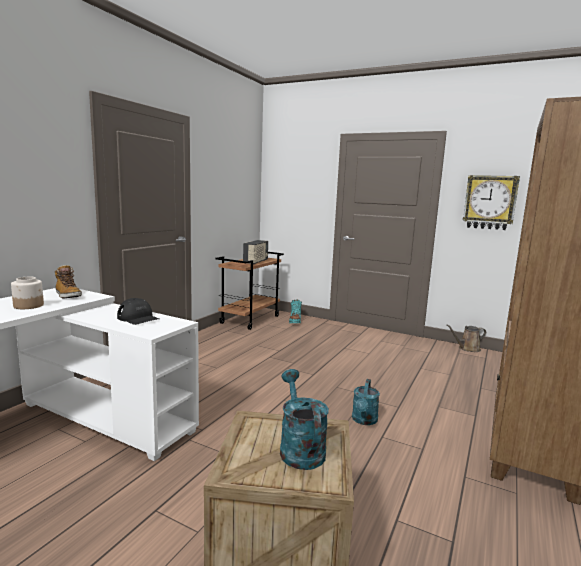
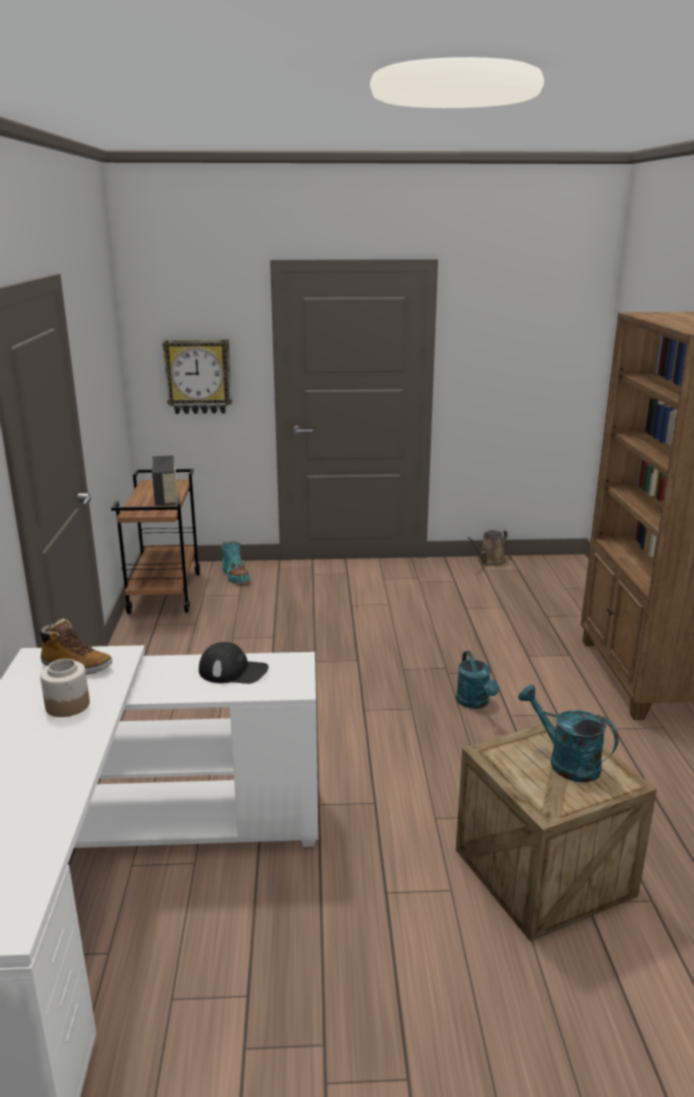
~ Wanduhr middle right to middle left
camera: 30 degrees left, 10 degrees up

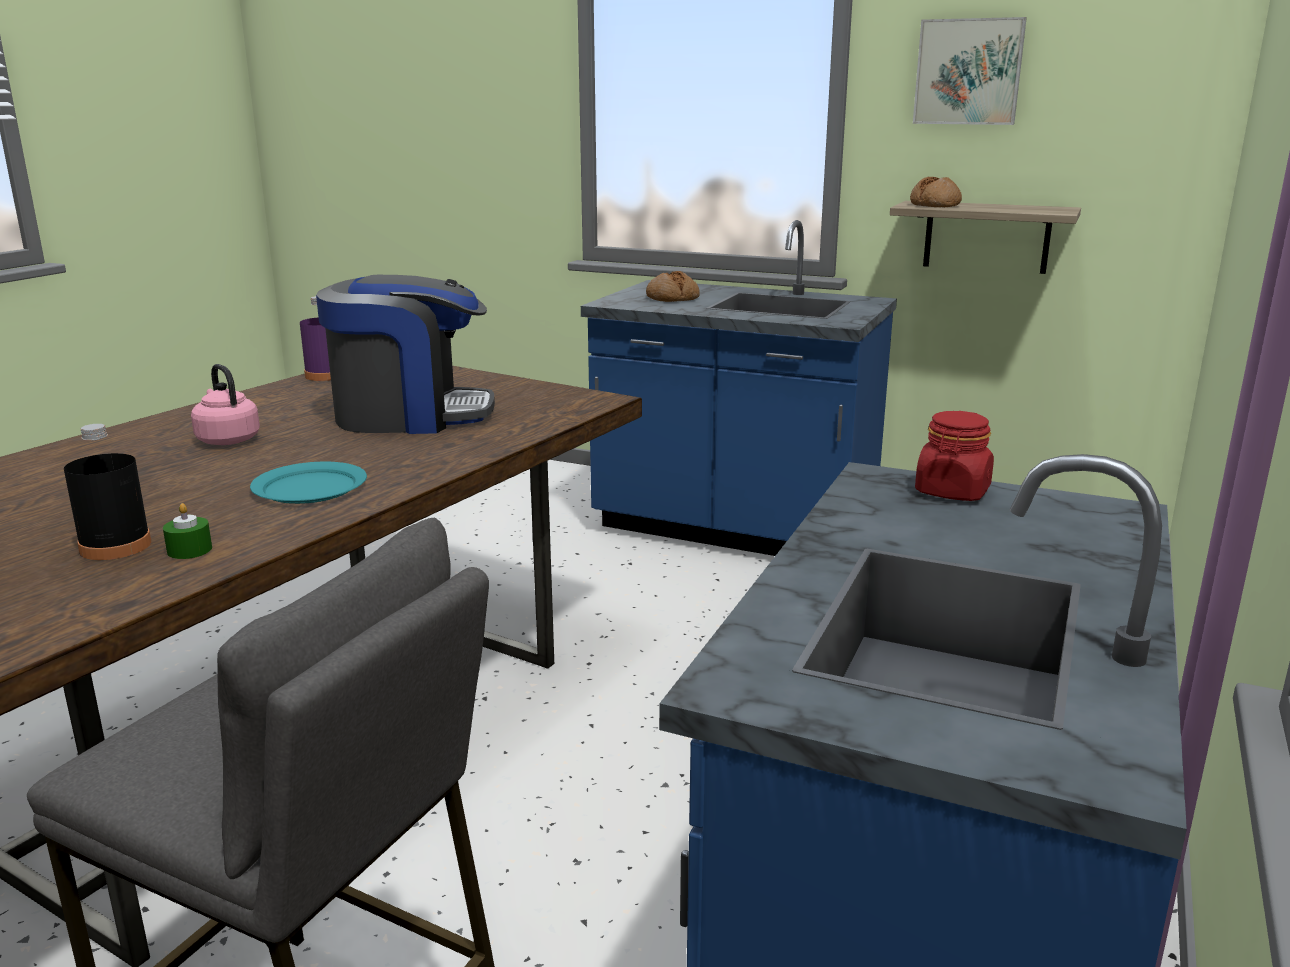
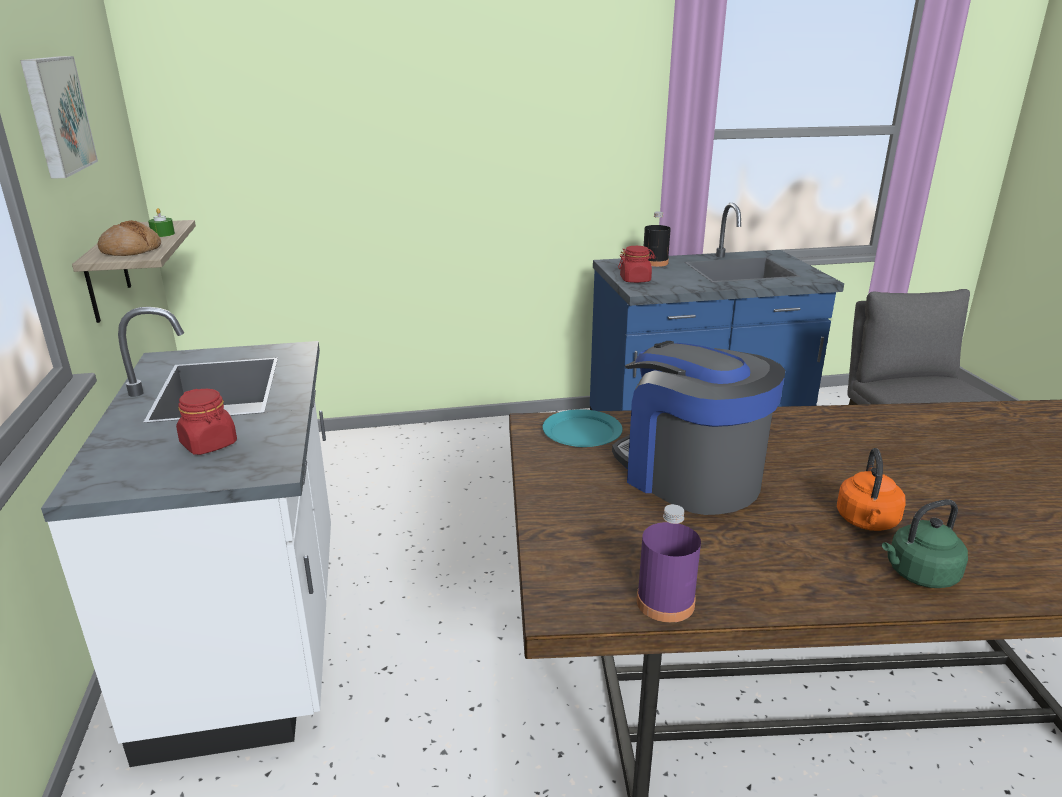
~ Flasche (schwarz) middle left to top centre
~ Kerze (grün) middle left to top left
~ Wasserkessel (rosa) middle left to Wasserkessel (orange) middle right
~ Teller (türkis) middle left to centre
~ Küchenzeile (blau) (no. 1 from left) centre to Küchenzeile (weiß) bottom left
~ Brot (no. 1 from left) top centre to Vorratsglas (rot) (no. 1 from left) middle left
+ Wasserkessel (grün) bottom right
camera: 125 degrees left, 5 degrees up

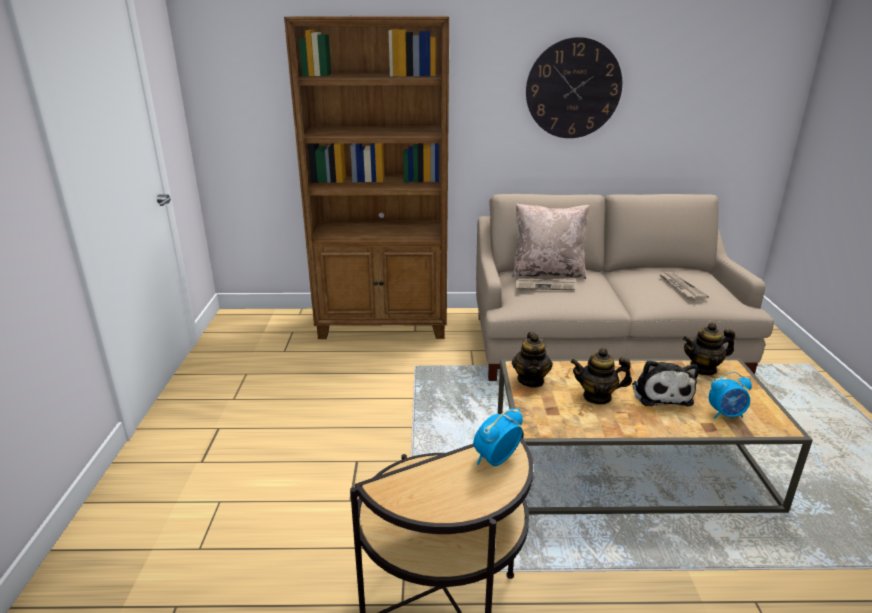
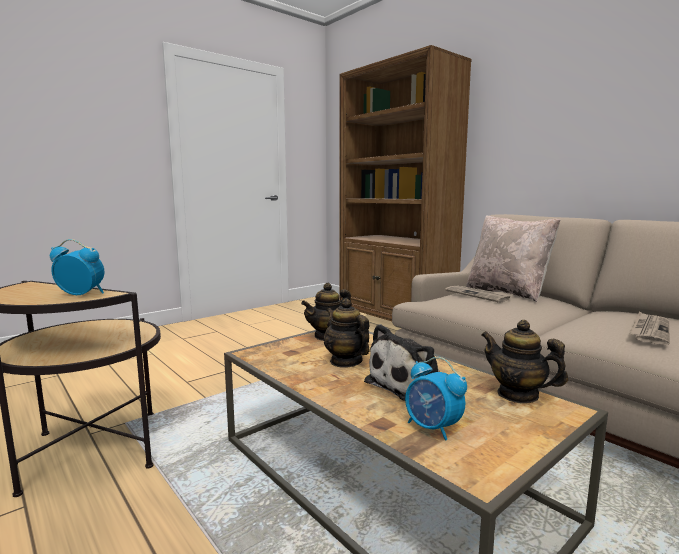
- Wanduhr top centre
camera: 50 degrees right, 15 degrees down

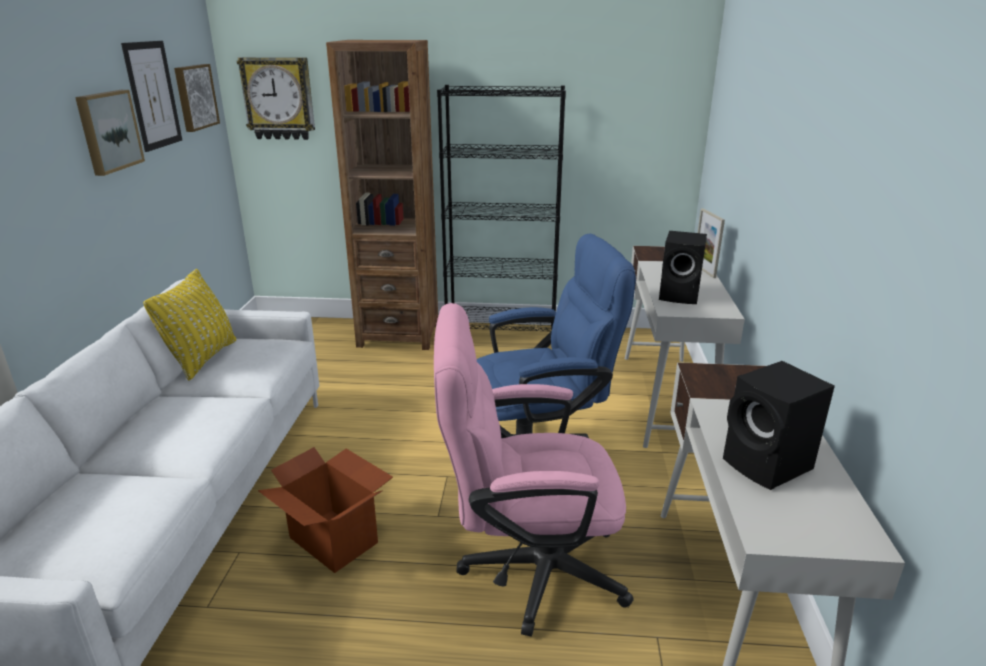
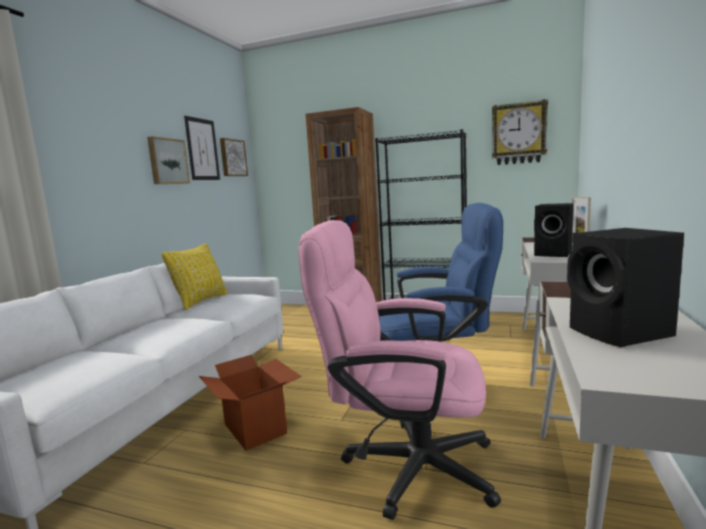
~ Wanduhr top left to top right
camera: 15 degrees right, 15 degrees down

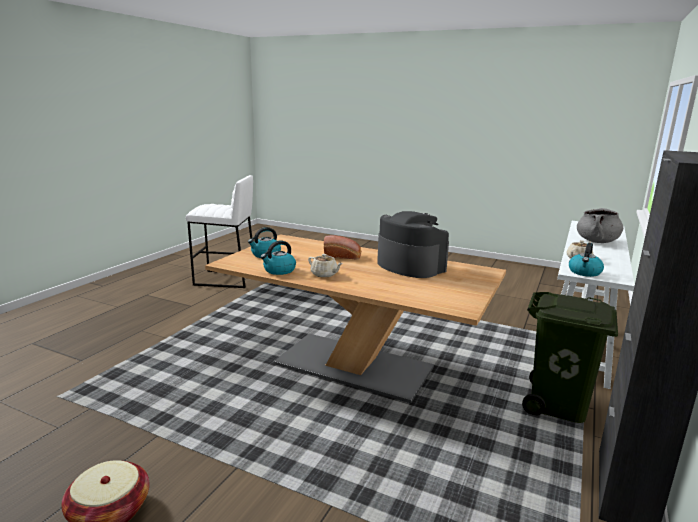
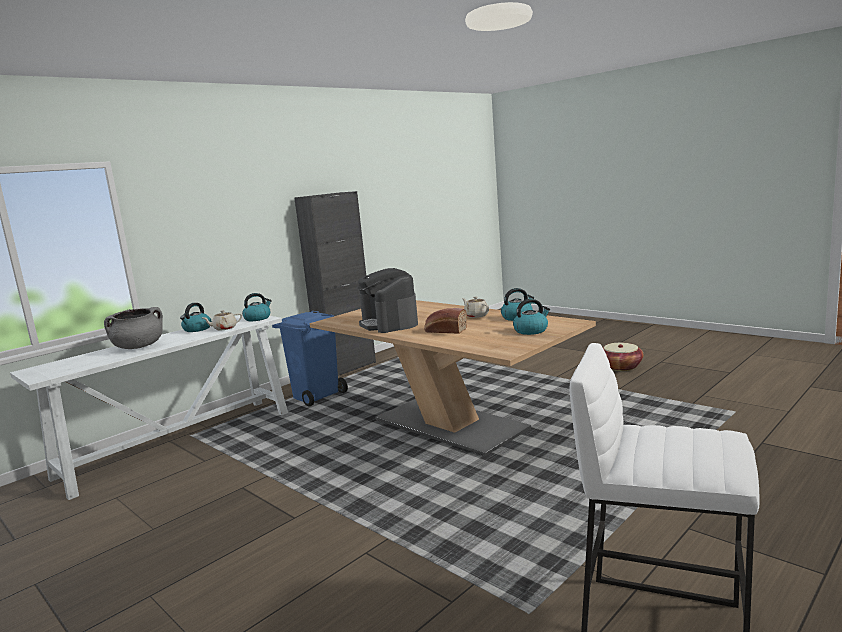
~ Mülleimer (grün) bottom right to Mülleimer (blau) centre
+ Wasserkessel (no. 1 from left) middle left
camera: 160 degrees left, 5 degrees down

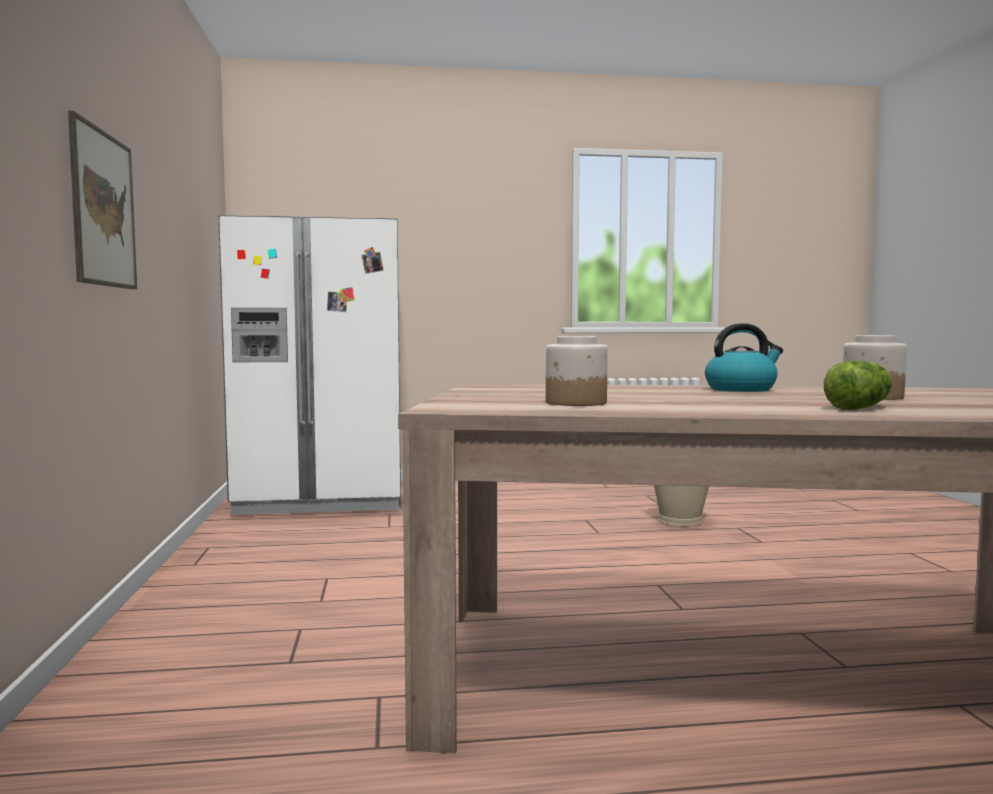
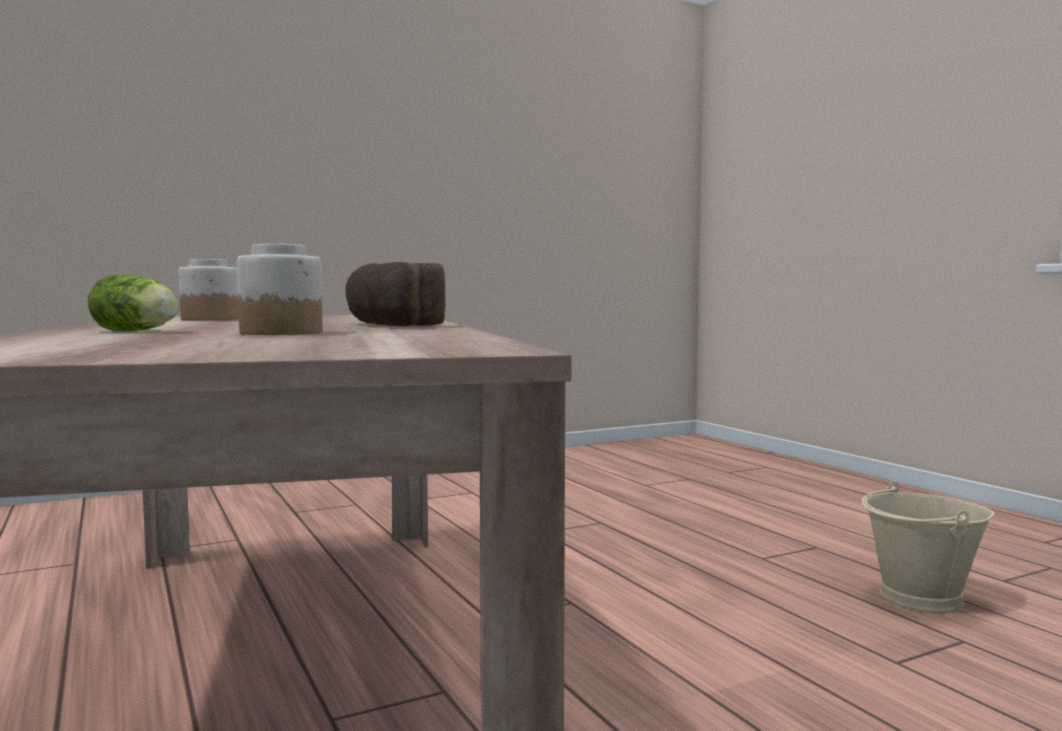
- Bild top left
- Kühlschrank (weiß) middle left
~ Wasserkessel middle right to Brot centre
camera: 70 degrees right, 0 degrees up

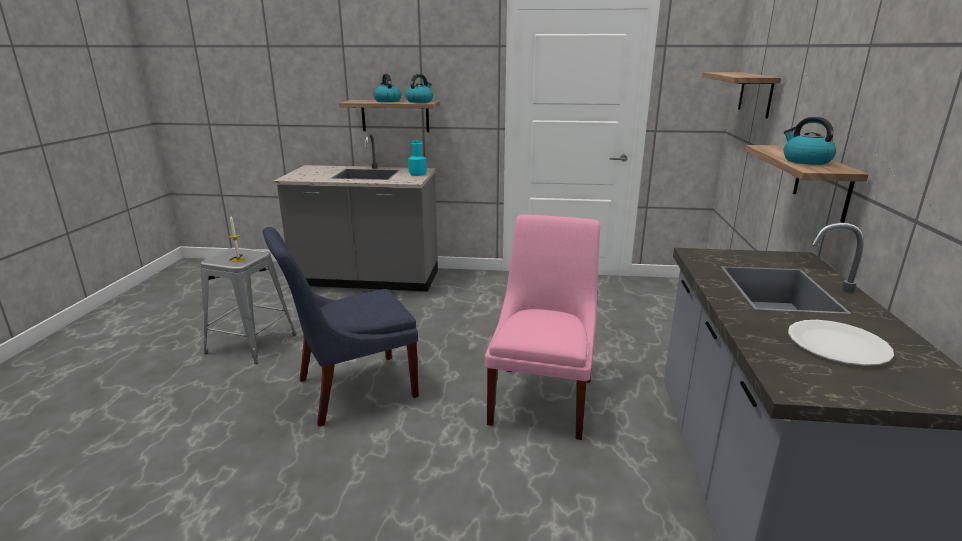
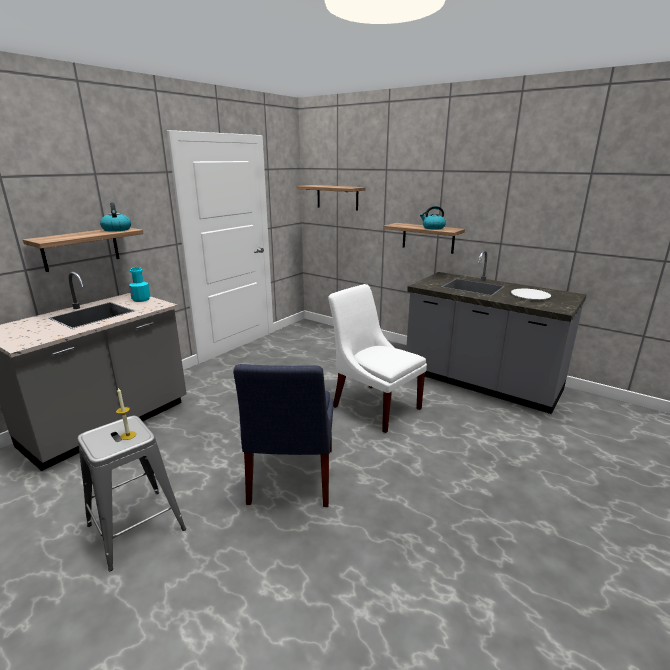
- Wasserkessel (no. 1 from left) top centre
~ Stuhl (rosa) centre to Stuhl (weiß) centre
camera: 60 degrees left, 0 degrees up

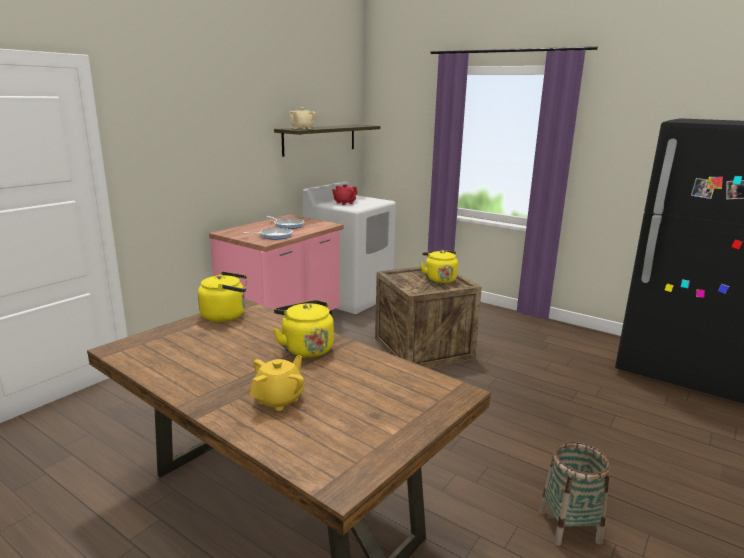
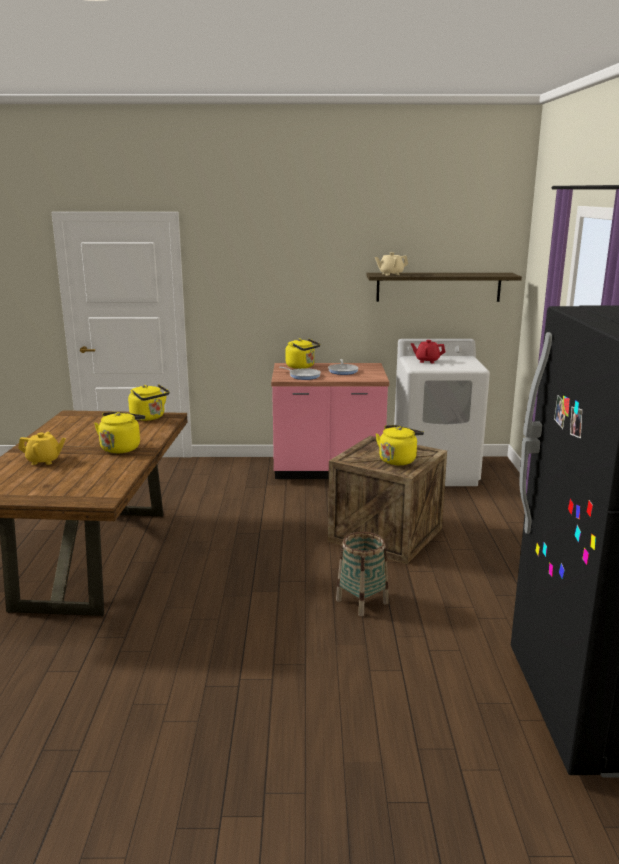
~ Korb bottom right to centre
+ Wasserkessel (gelb) (no. 3 from left) centre
camera: 55 degrees right, 0 degrees up

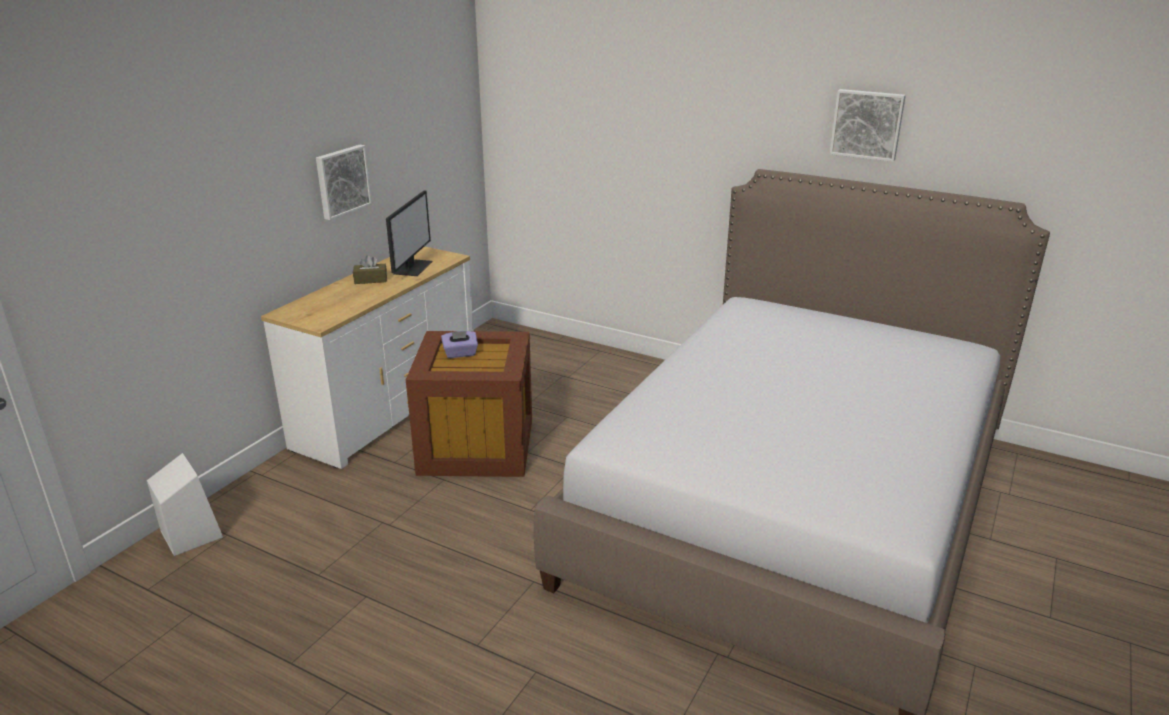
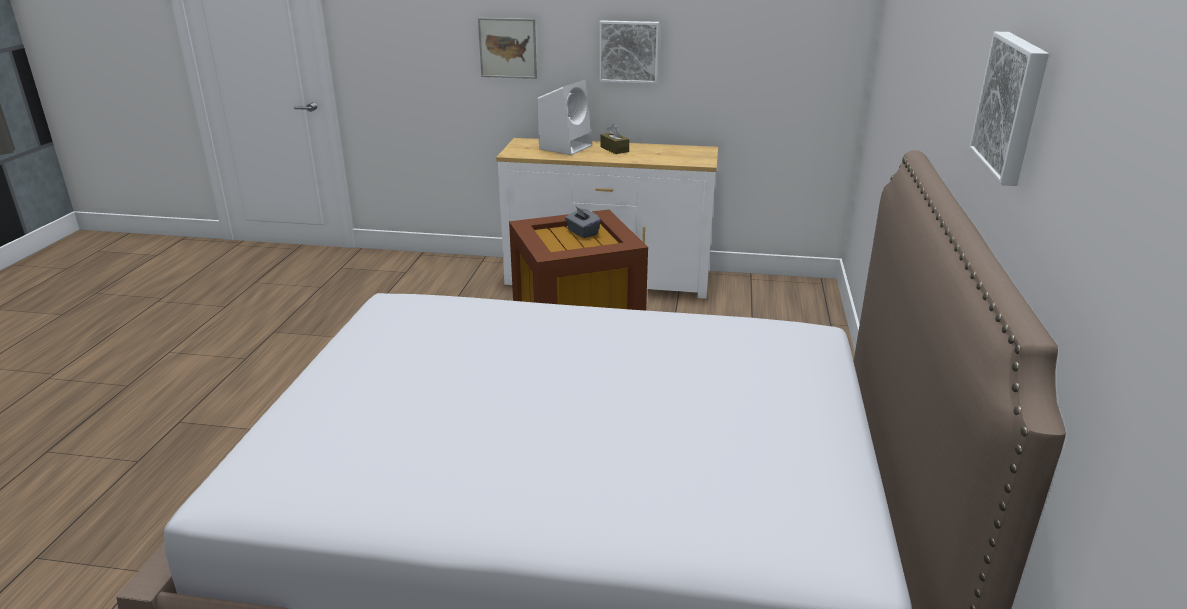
~ Lautsprecher (weiß) bottom left to top centre
- Monitor top centre
~ Taschentuchbox (lila) centre to Taschentuchbox (grau) centre
+ Bild (no. 1 from left) top centre
camera: 70 degrees right, 0 degrees up

